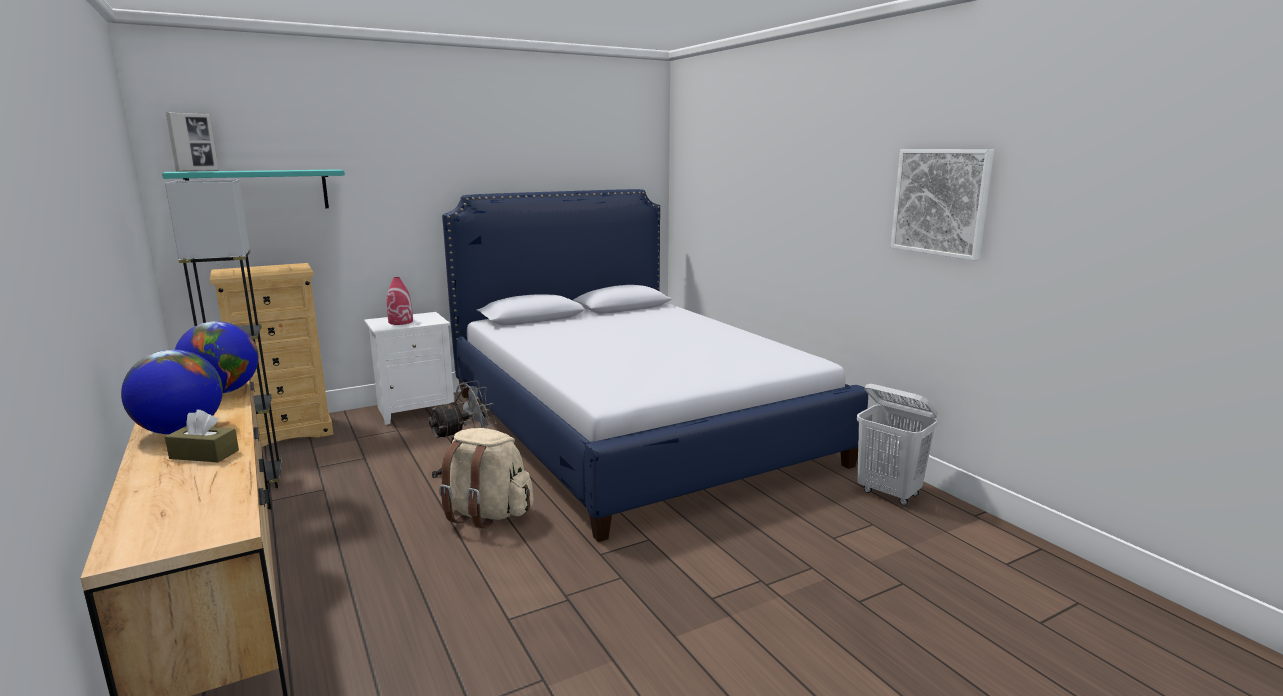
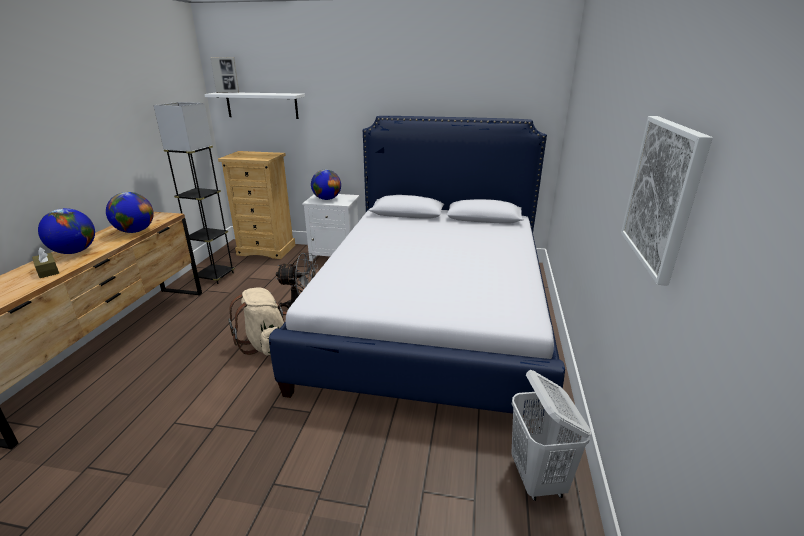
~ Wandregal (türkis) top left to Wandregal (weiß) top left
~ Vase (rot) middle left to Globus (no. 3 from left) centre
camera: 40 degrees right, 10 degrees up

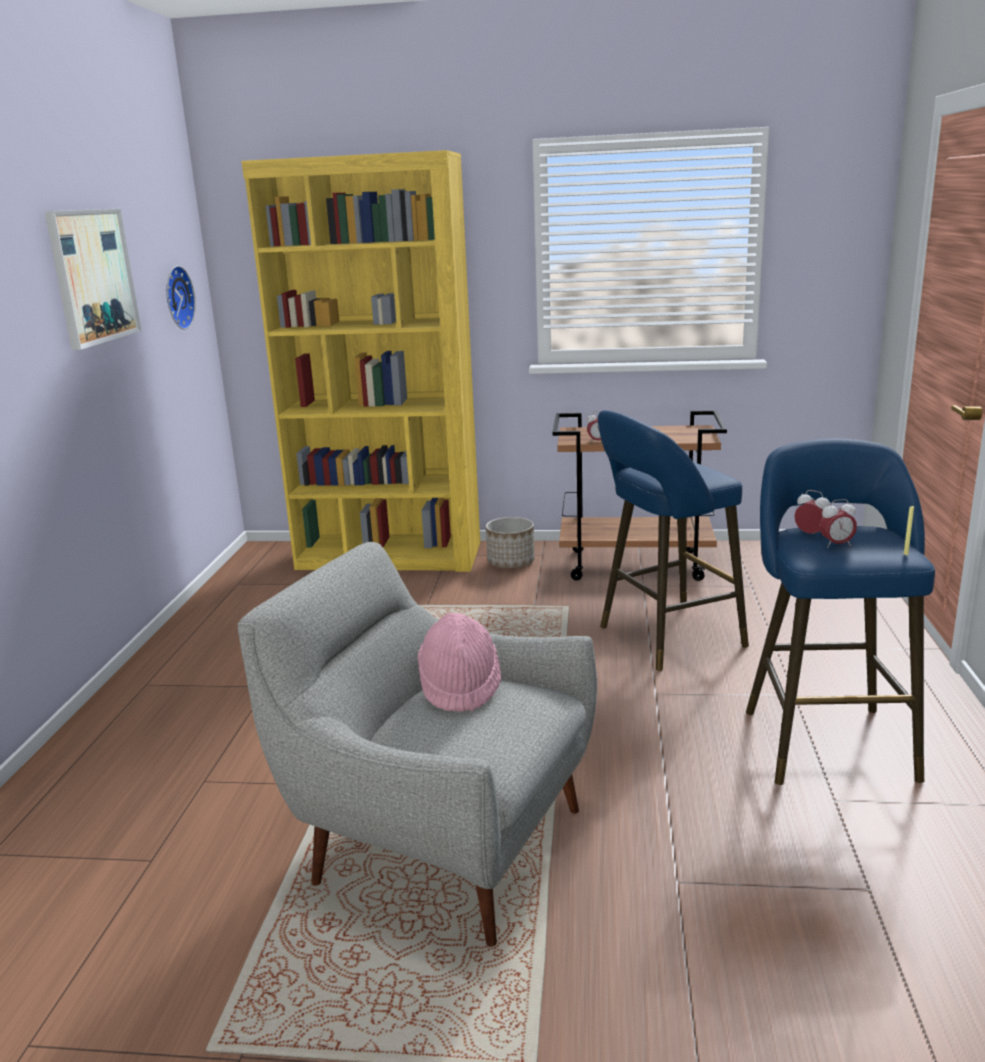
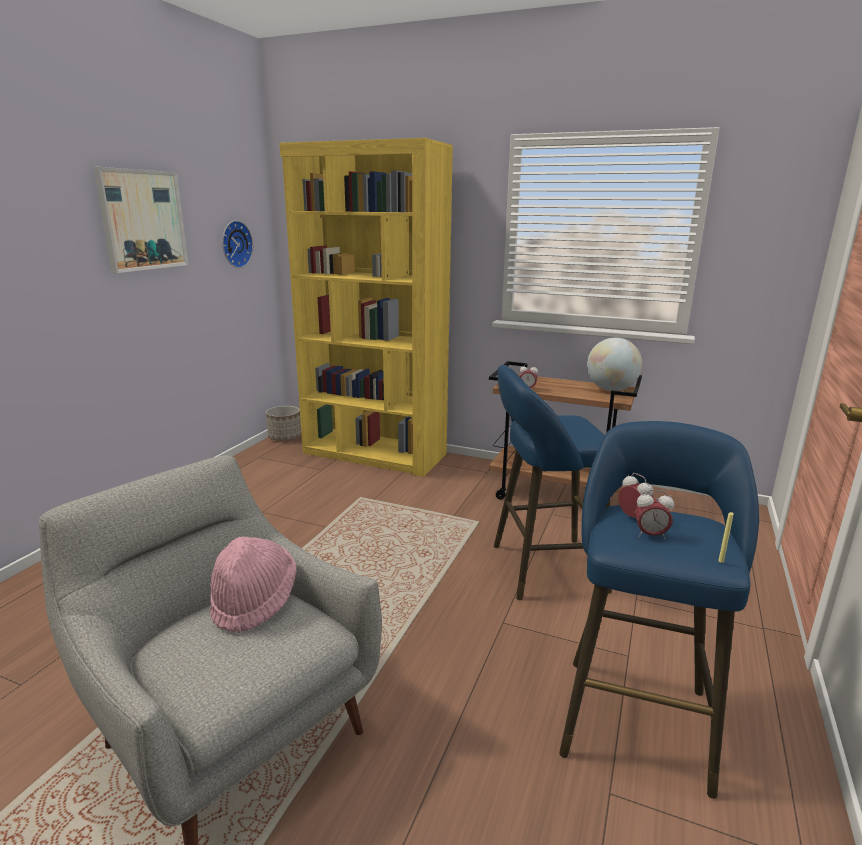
~ Pflanzkübel centre to middle left
+ Globus middle right
camera: 15 degrees right, 0 degrees up

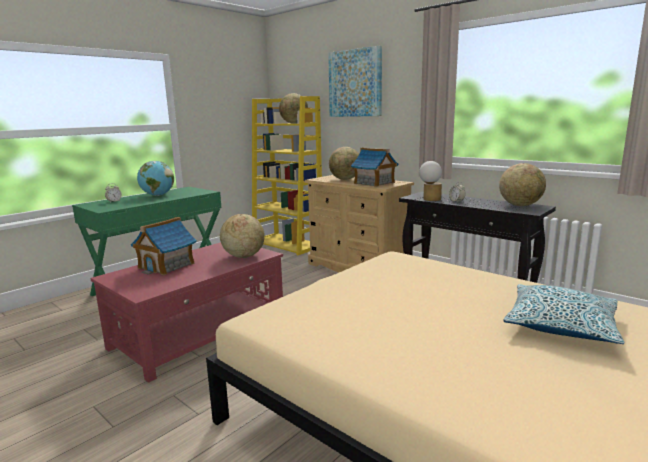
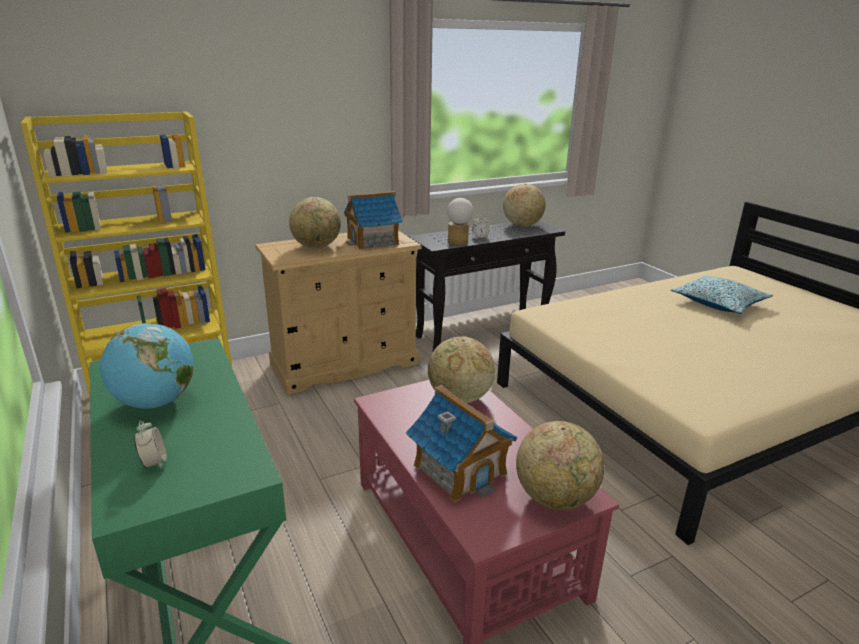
~ Globus (no. 3 from left in the first image) top centre to Globus (no. 5 from left) bottom centre
- Bild top centre
camera: 70 degrees left, 10 degrees up

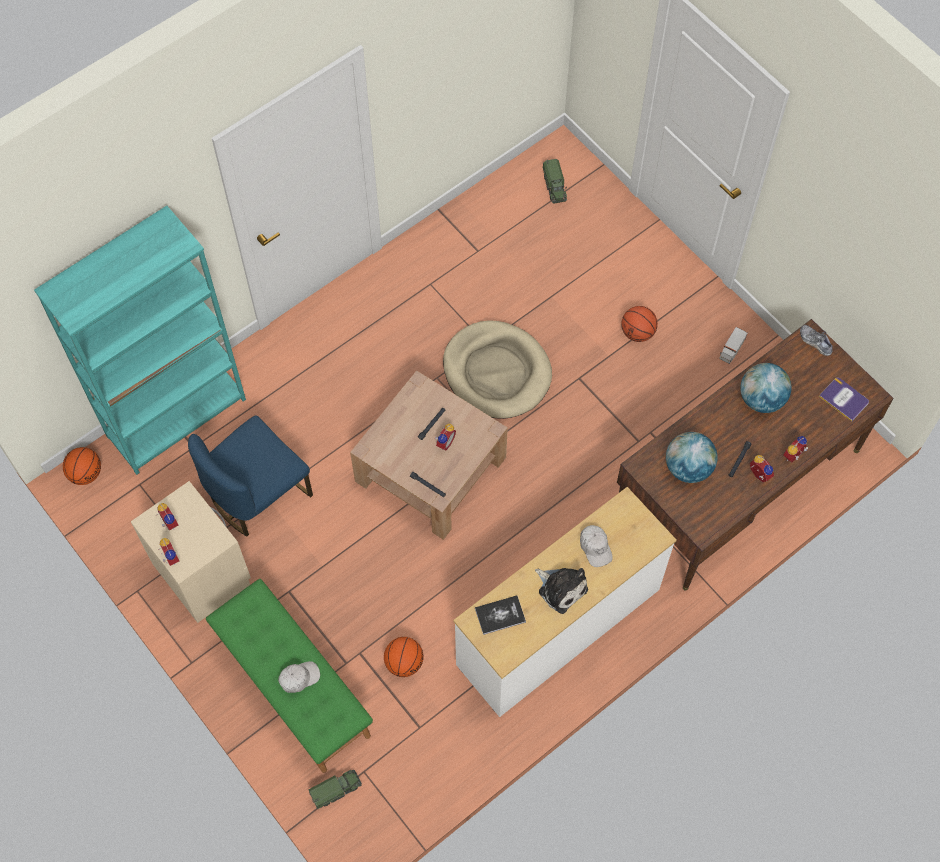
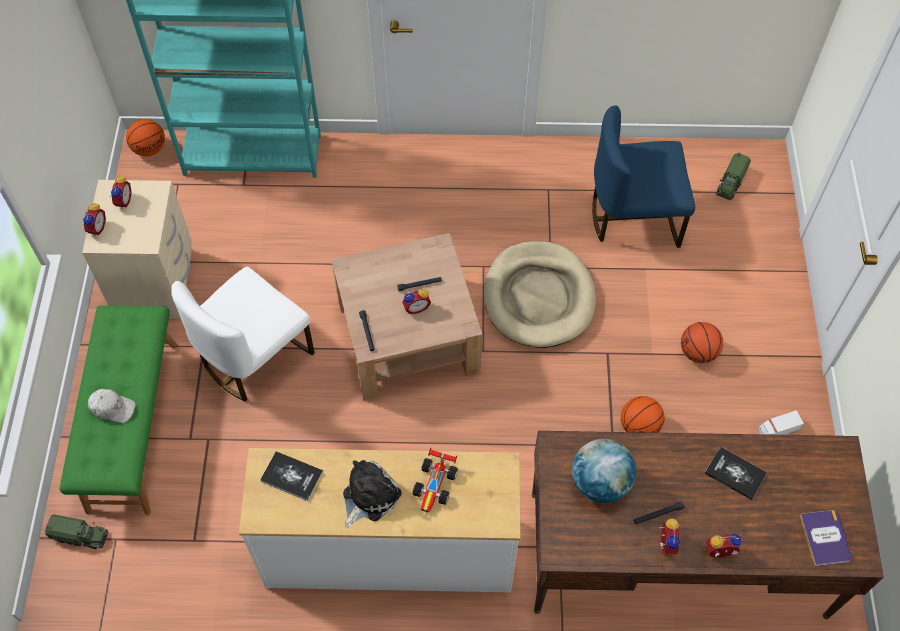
~ Stuhl (blau) middle left to top right
~ Basketball (no. 2 from left) bottom centre to middle right
~ Plüschtier bottom centre = bottom centre 135 degrees counterclockwise
~ Kappe (weiß) (no. 2 from left) centre to Spielzeugauto bottom centre
~ Globus (no. 2 from left) middle right to Buch (no. 2 from left) bottom right
- Schuh middle right
+ Stuhl (weiß) middle left
camera: 40 degrees right, 5 degrees down

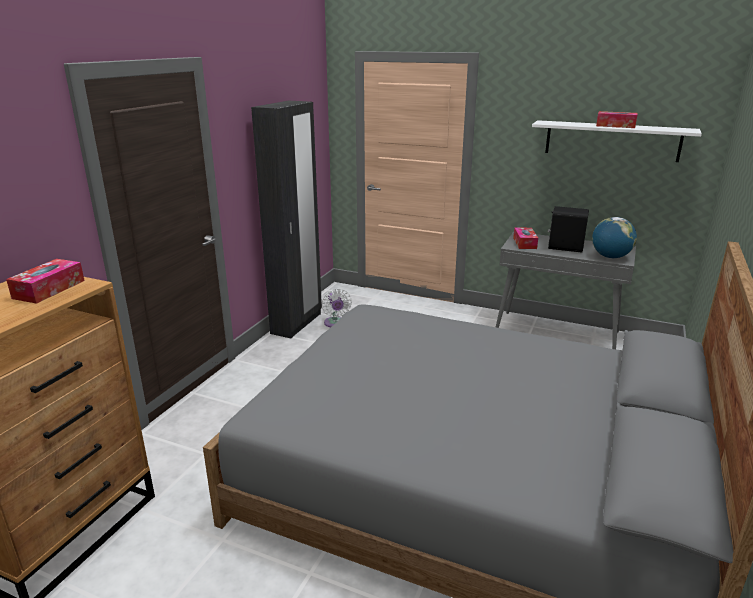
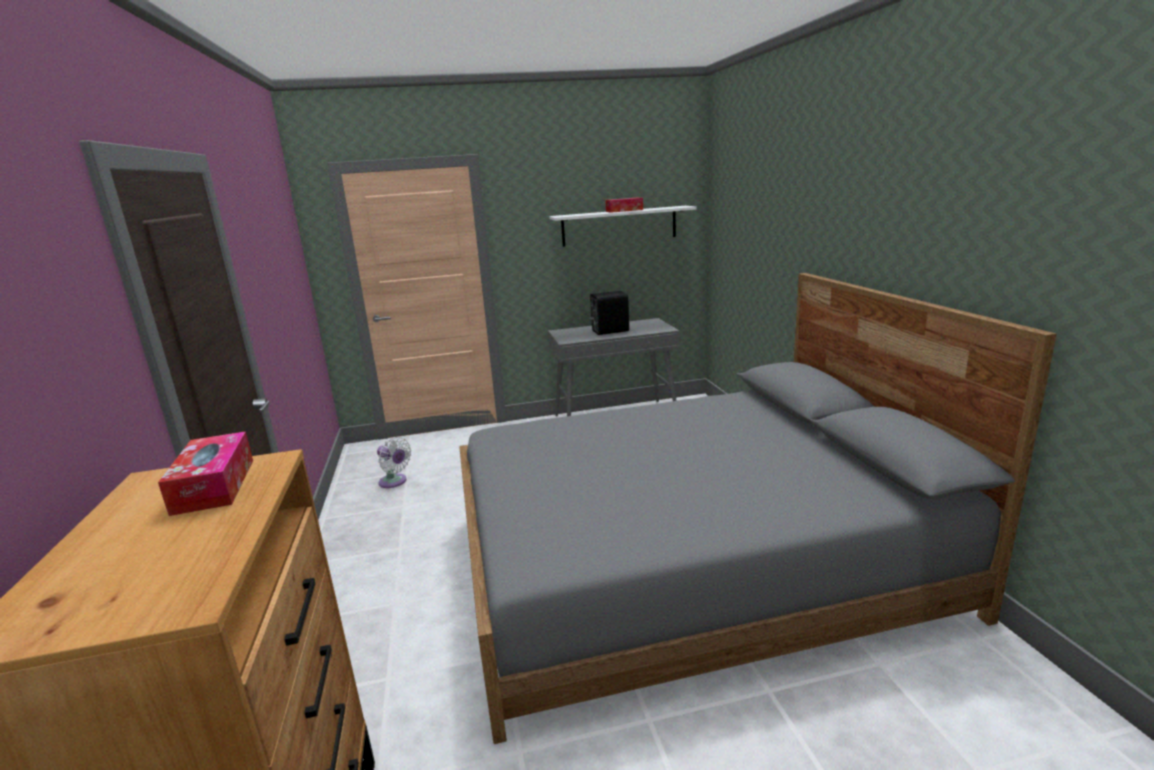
- Kleiderschrank (schwarz) centre
- Taschentuchbox (no. 2 from left) middle right
- Globus middle right
camera: 35 degrees left, 5 degrees down

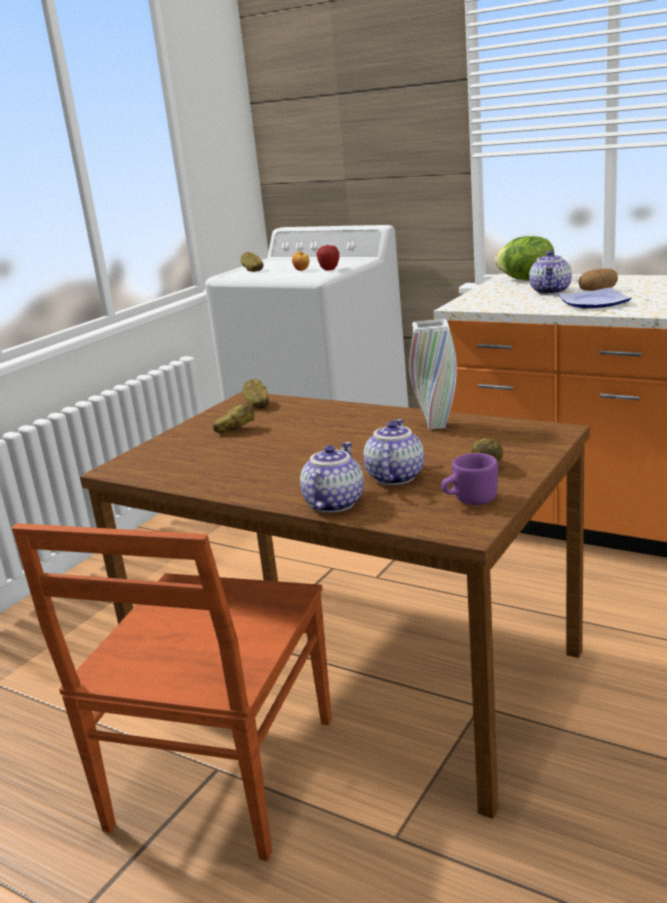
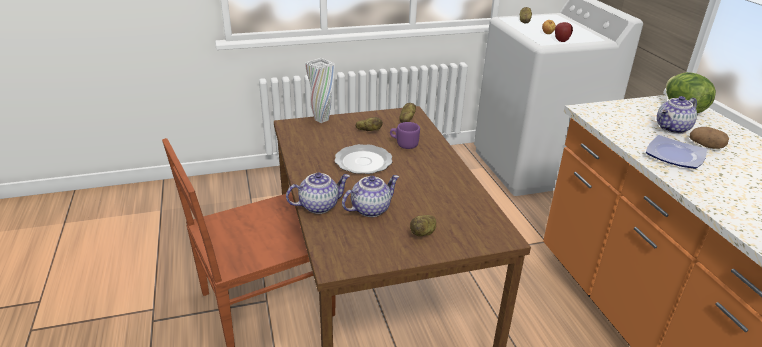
~ Vase (weiß) centre to top centre
~ Henkelbecher (lila) middle right to centre
+ Teller (no. 1 from left) centre
camera: 40 degrees right, 10 degrees up

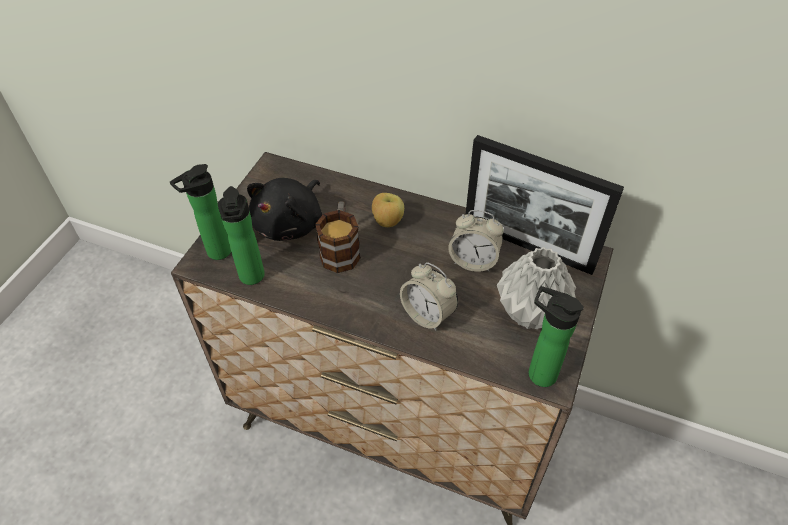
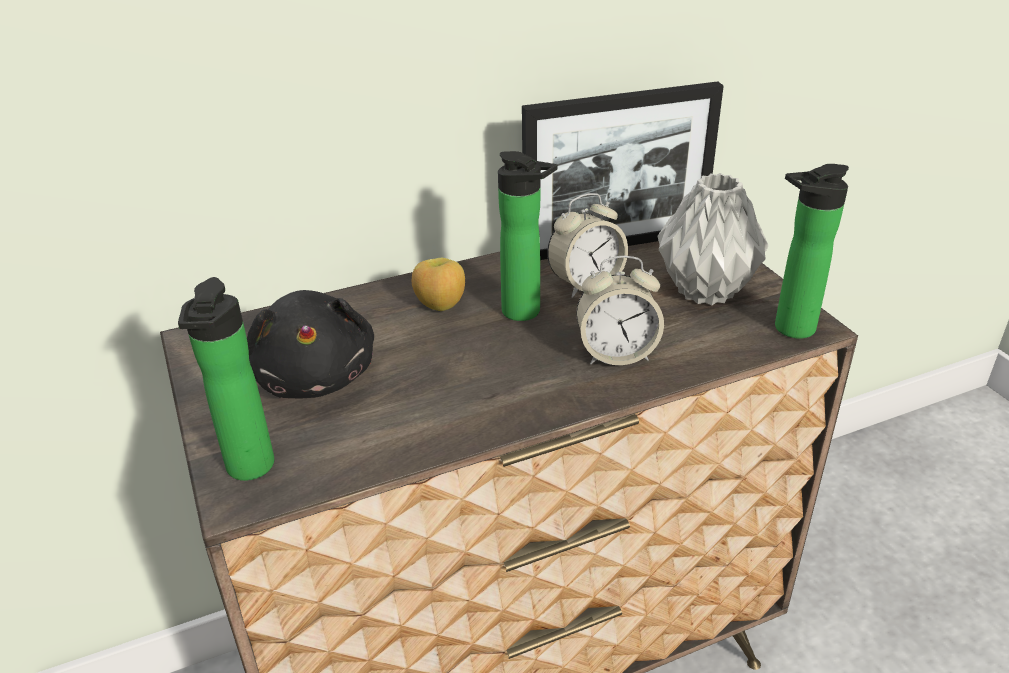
~ Flasche (no. 2 from left) middle left to centre
- Henkelbecher centre
camera: 45 degrees left, 15 degrees down

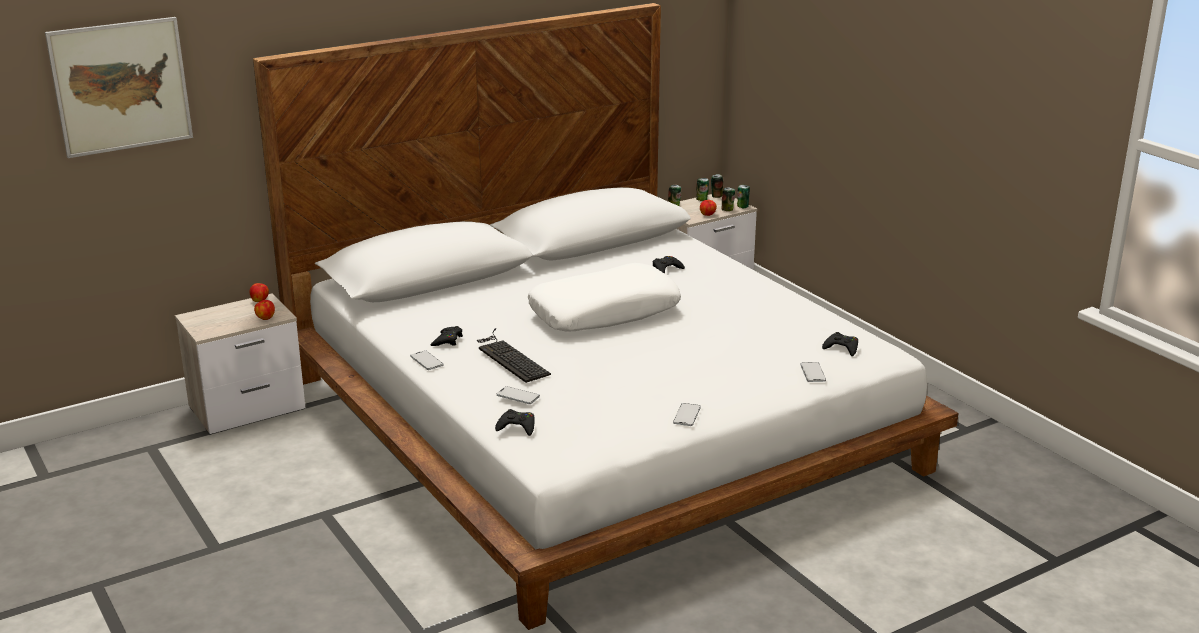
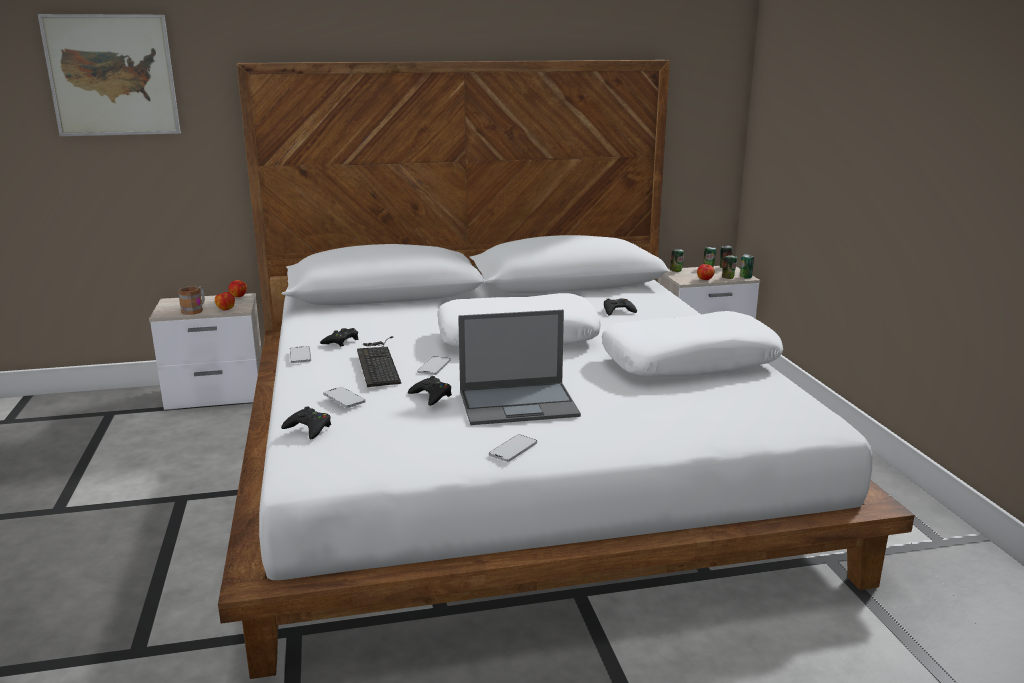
~ Handy (no. 4 from left in the first image) middle right to Handy (no. 3 from left) centre
~ Gamepad (schwarz) (no. 4 from left in the first image) middle right to Gamepad (schwarz) (no. 3 from left) centre
+ Henkelbecher middle left
+ Laptop centre
+ Kissen (weiß) (no. 2 from left) middle right
camera: 20 degrees right, 5 degrees down

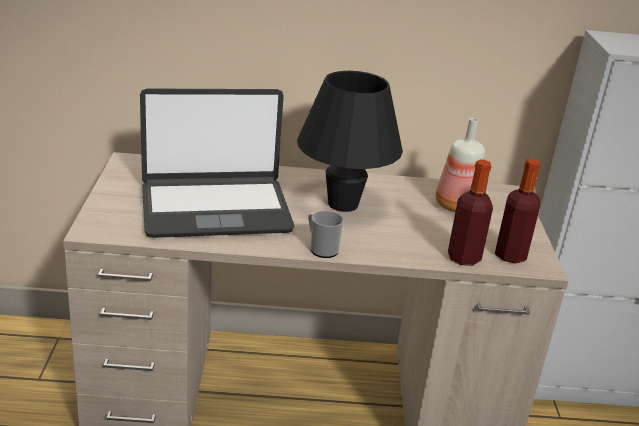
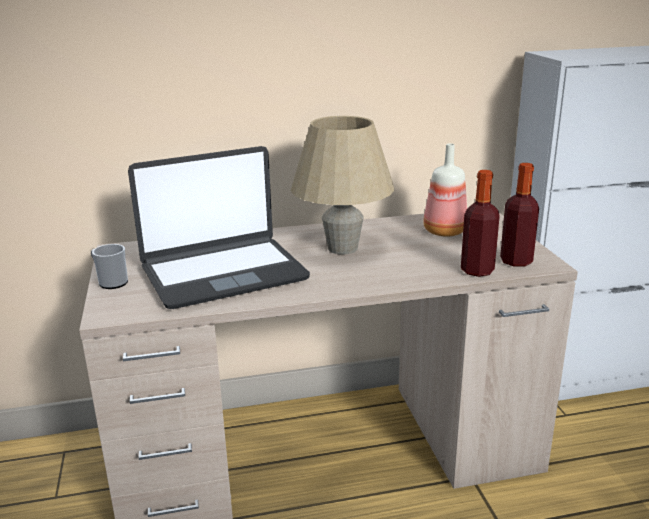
~ Tischlampe (schwarz) top centre to Tischlampe (beige) centre
~ Henkelbecher centre to middle left
camera: 10 degrees left, 5 degrees down

